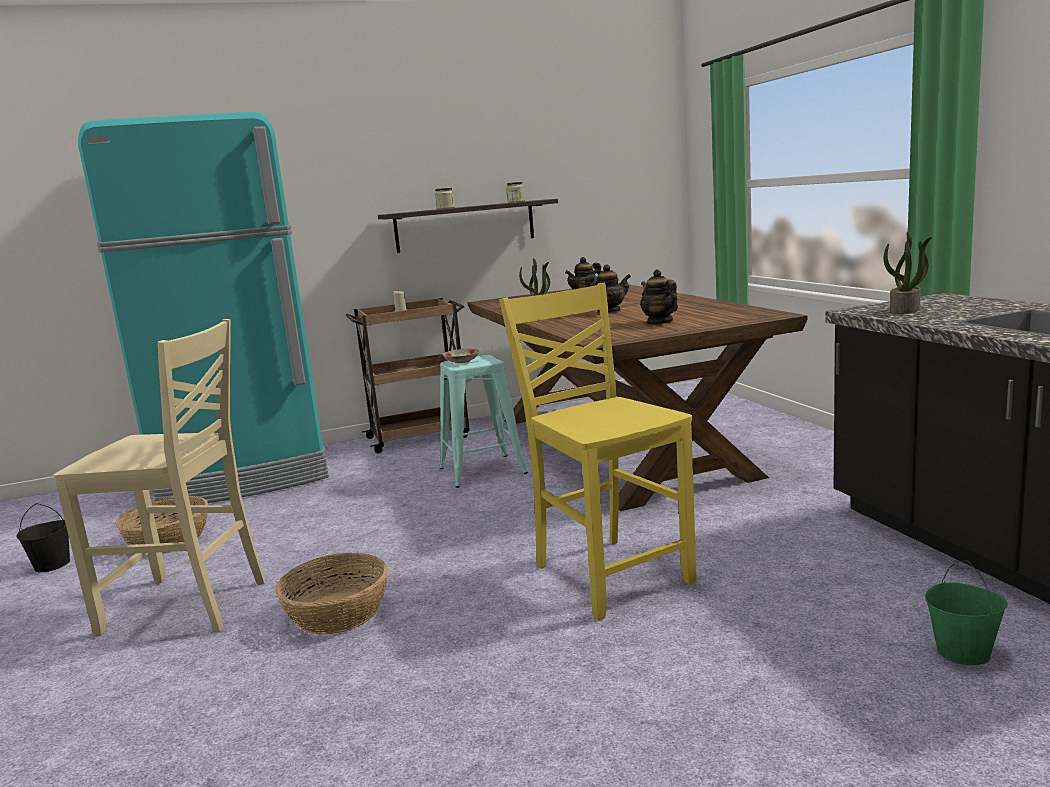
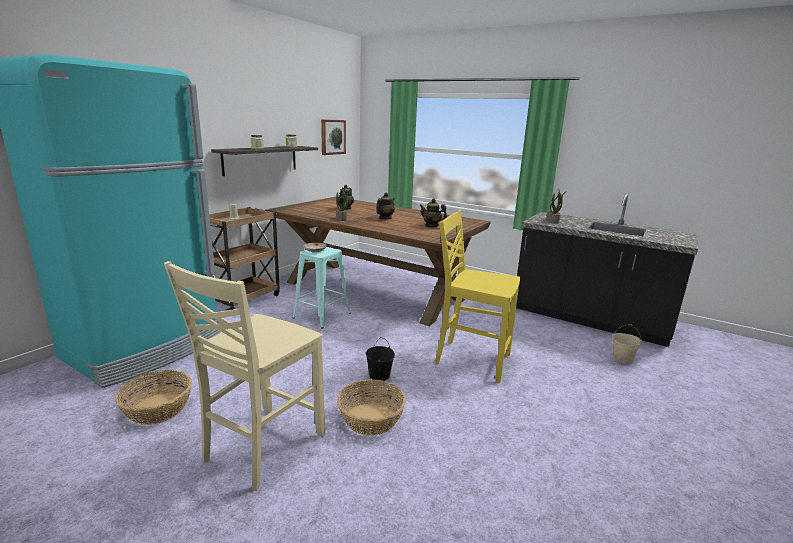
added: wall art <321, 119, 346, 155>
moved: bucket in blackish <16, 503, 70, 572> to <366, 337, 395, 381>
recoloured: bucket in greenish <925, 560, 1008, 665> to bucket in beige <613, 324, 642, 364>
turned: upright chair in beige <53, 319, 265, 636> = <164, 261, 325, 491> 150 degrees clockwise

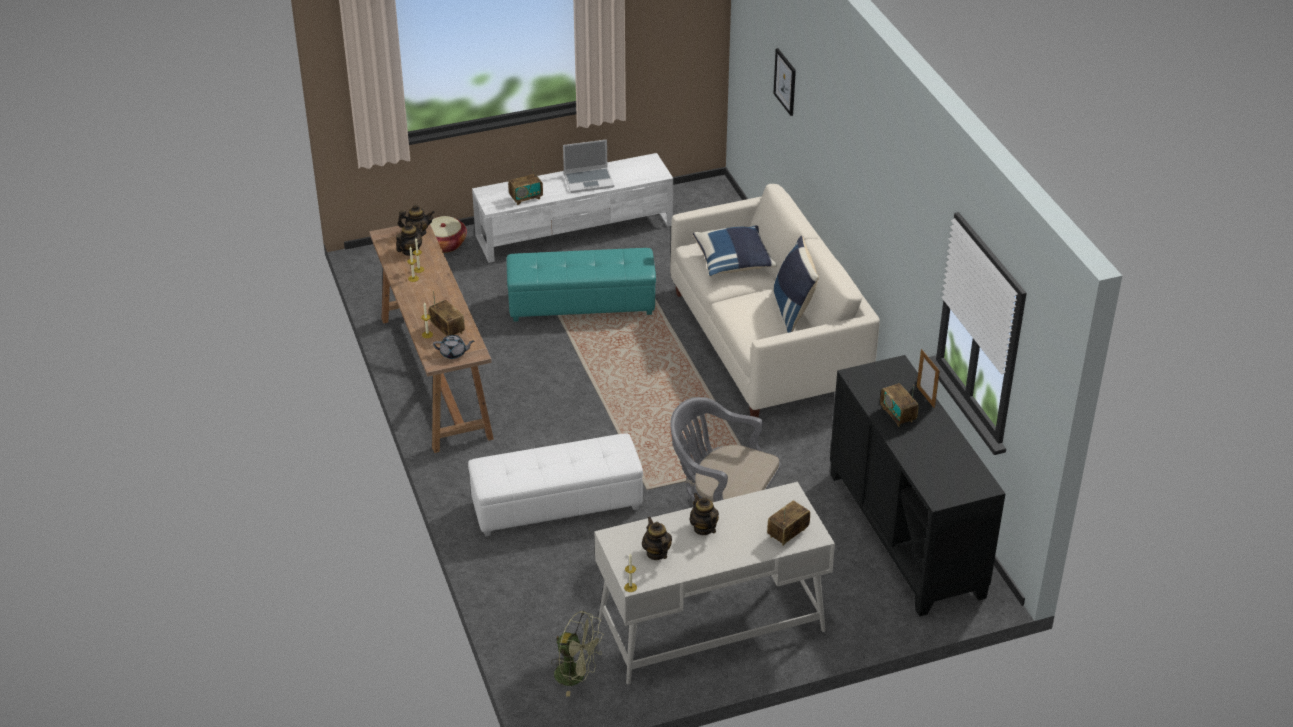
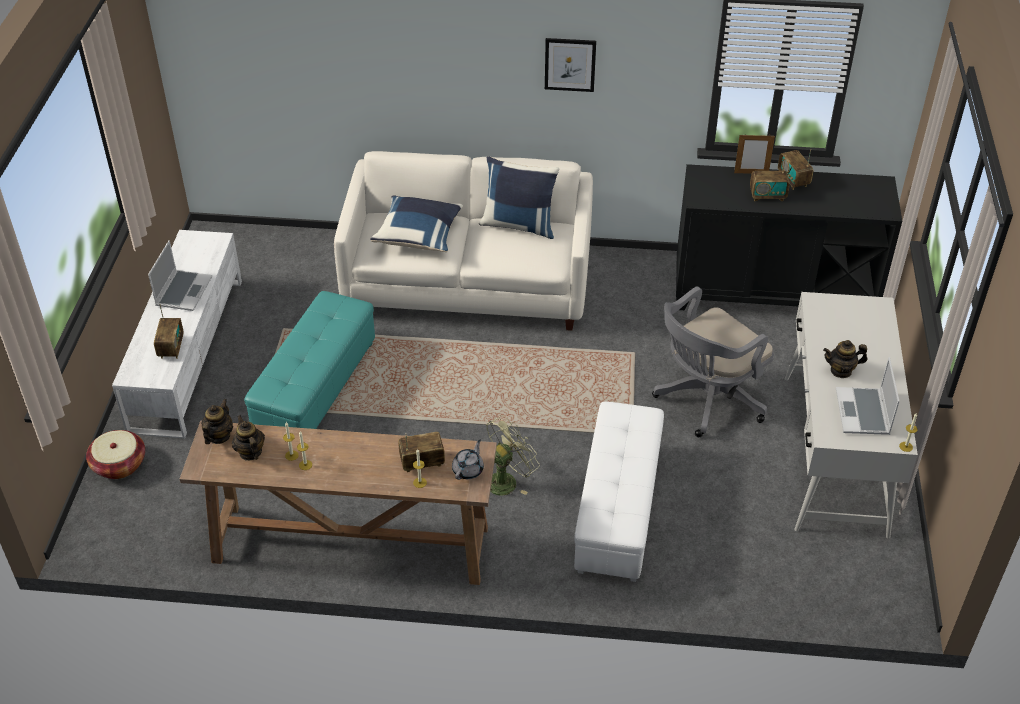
moved: electric fan in greenish <551, 611, 604, 697> to <486, 415, 540, 495>; radio receiver <767, 500, 810, 546> to <778, 149, 813, 190>; wall art <773, 48, 796, 116> to <545, 38, 596, 92>
replaced: pot for tea <642, 517, 672, 560> to portable computer <836, 357, 900, 435>

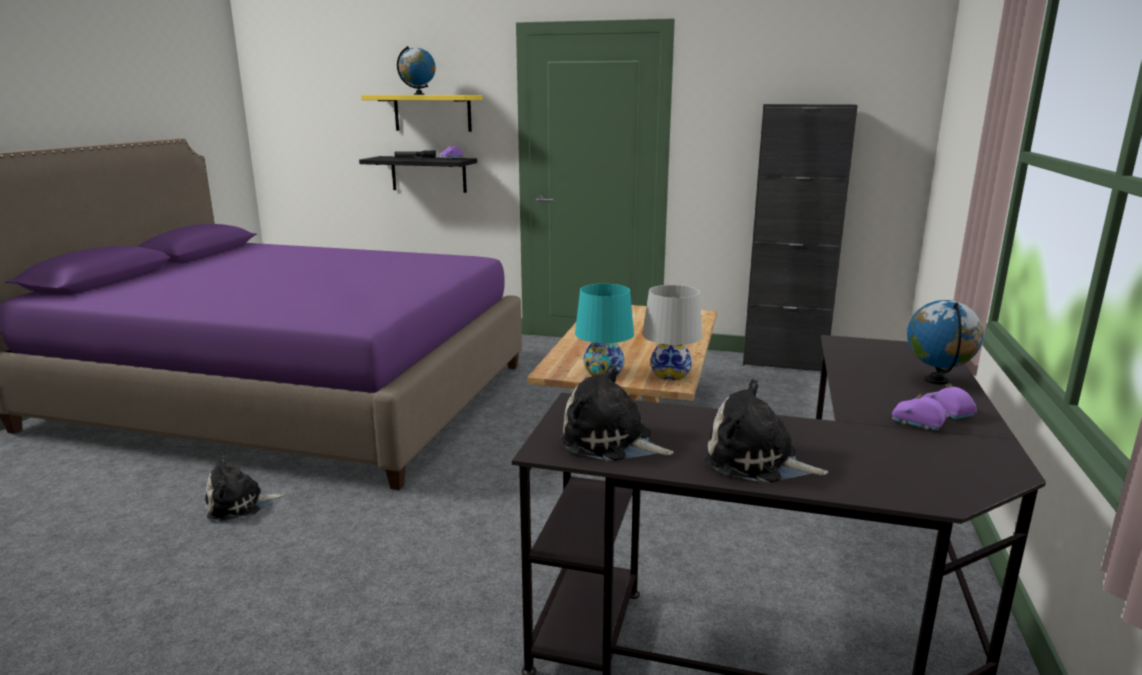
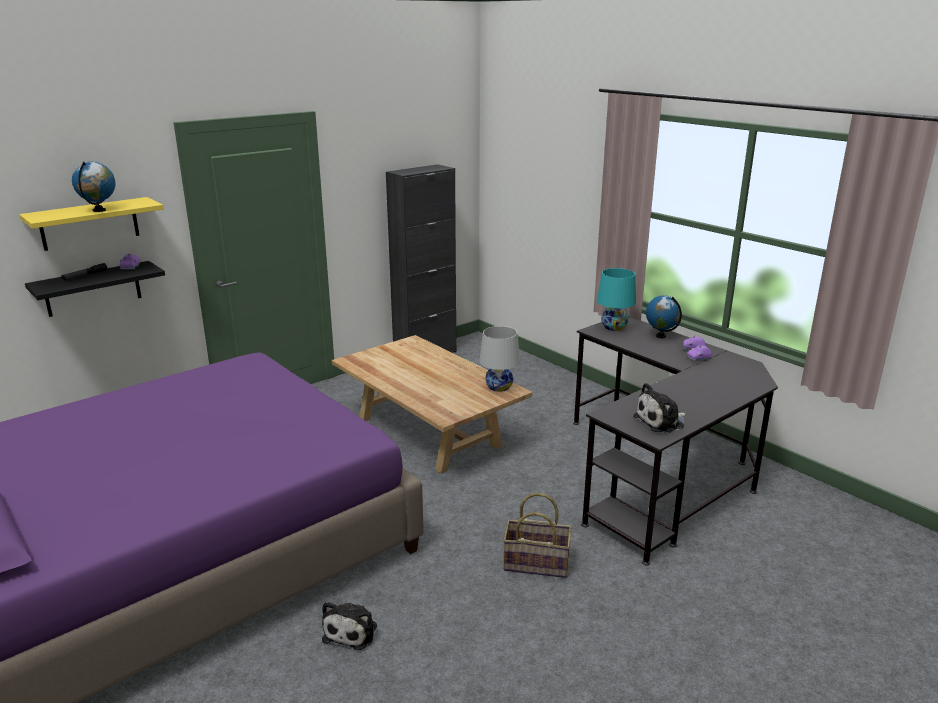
removed: soft toy <705, 379, 828, 483>
added: storage basket <503, 492, 572, 578>
moved: table lamp in turquoise-coloured <575, 284, 634, 376> to <597, 268, 636, 331>

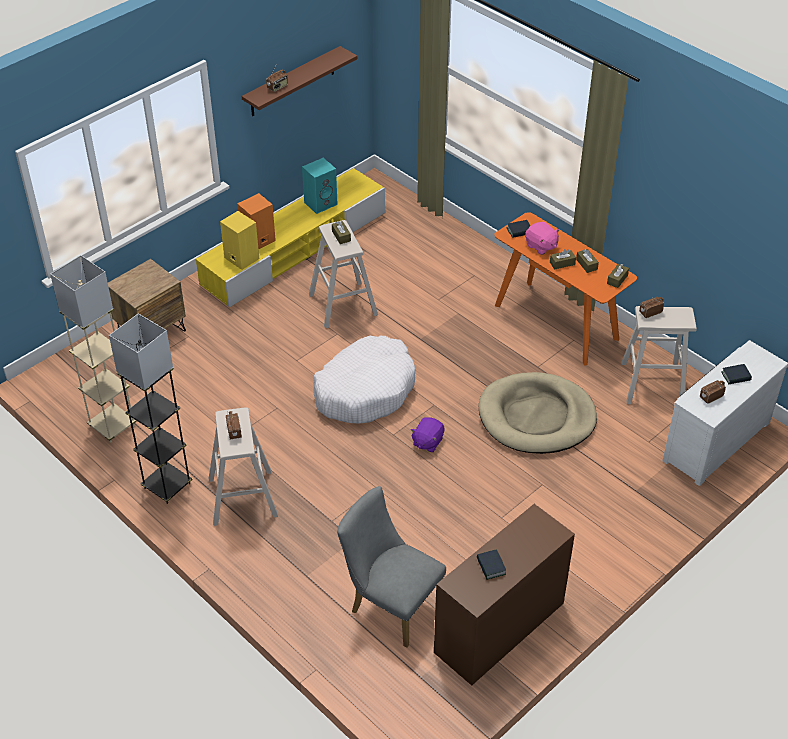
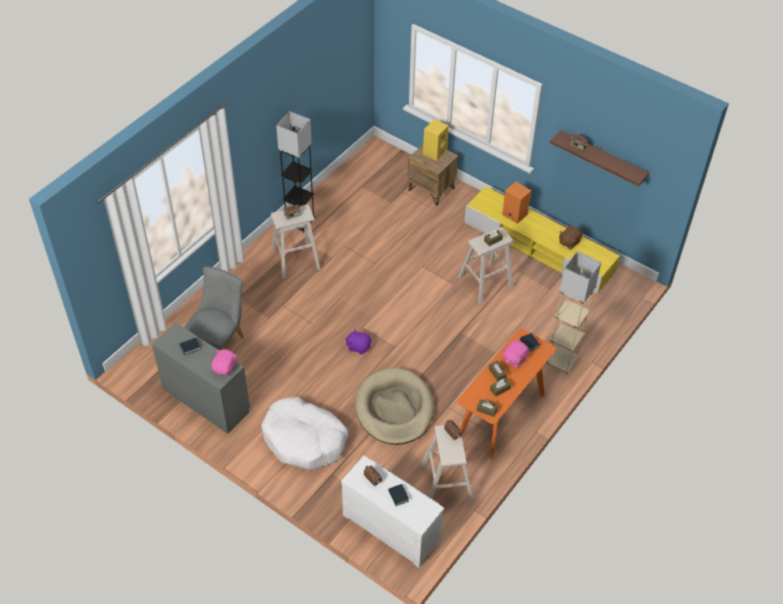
added: soft toy in pinkish <212, 349, 237, 376>
moved: standard lamp in beige <50, 255, 137, 443> to <546, 251, 601, 374>; loudspeaker in yellowish <220, 211, 259, 270> to <423, 119, 449, 161>; dog bed in white <313, 336, 416, 423> to <261, 397, 348, 470>
replaced: loudspeaker in turquoise-coloured <302, 158, 338, 214> to soft toy in brown <559, 226, 583, 250>
recoloured: desk in brown <434, 504, 575, 686> to desk in grey <152, 323, 250, 434>

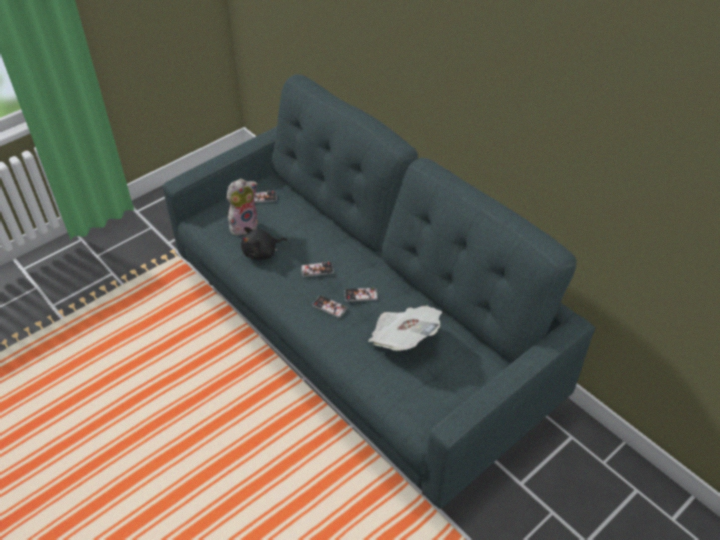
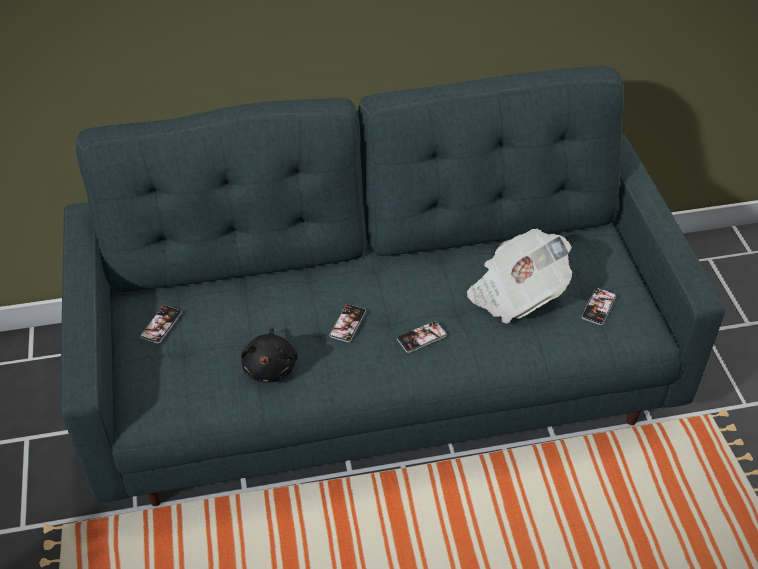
removed: soft toy <227, 179, 258, 235>
moved: handset <345, 287, 378, 301> to <581, 288, 616, 325>

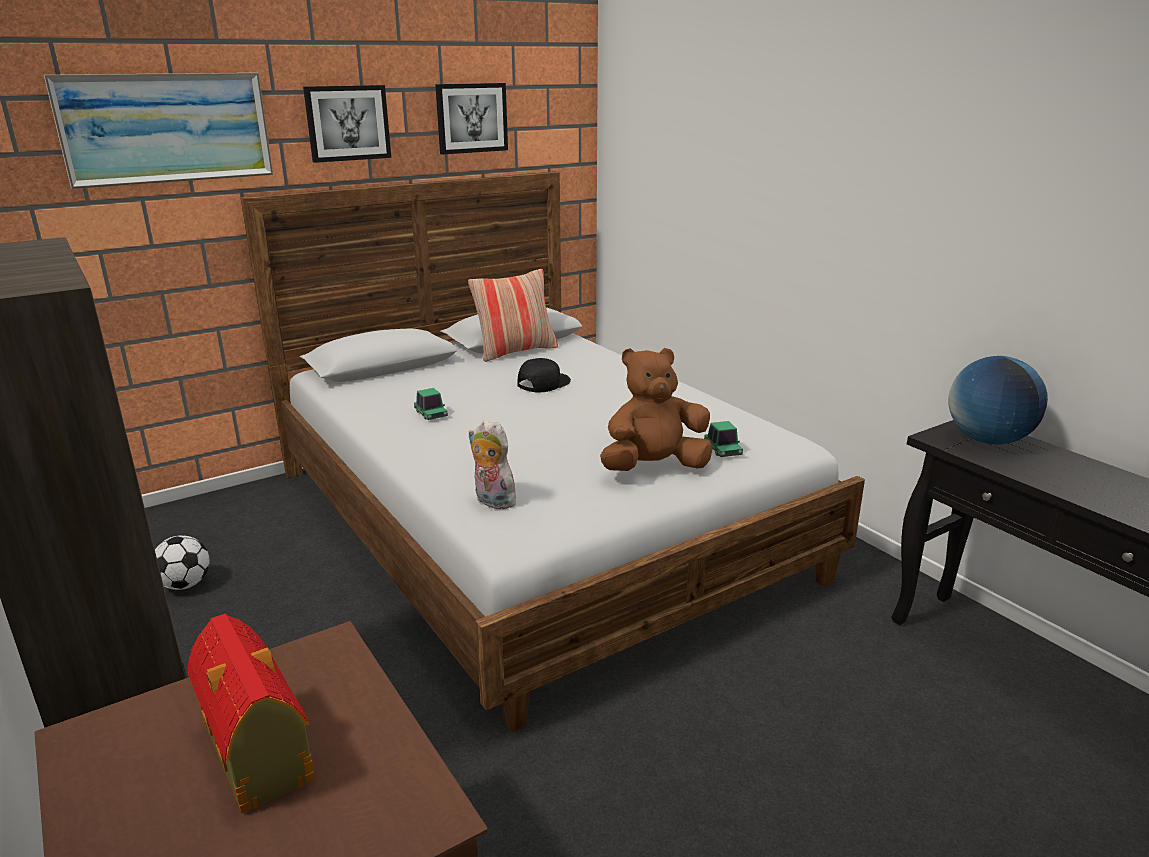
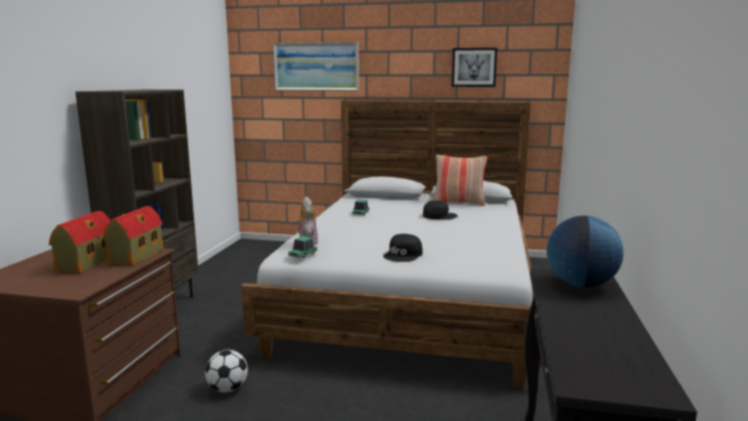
removed: wall art <303, 85, 391, 163>
added: miniature house <103, 206, 163, 266>
moved: football ball <155, 535, 210, 590> to <205, 350, 248, 393>; toy car <704, 421, 743, 457> to <288, 236, 317, 258>
replaced: soft toy in brown <600, 348, 713, 471> to cap in blackish <383, 234, 423, 262>

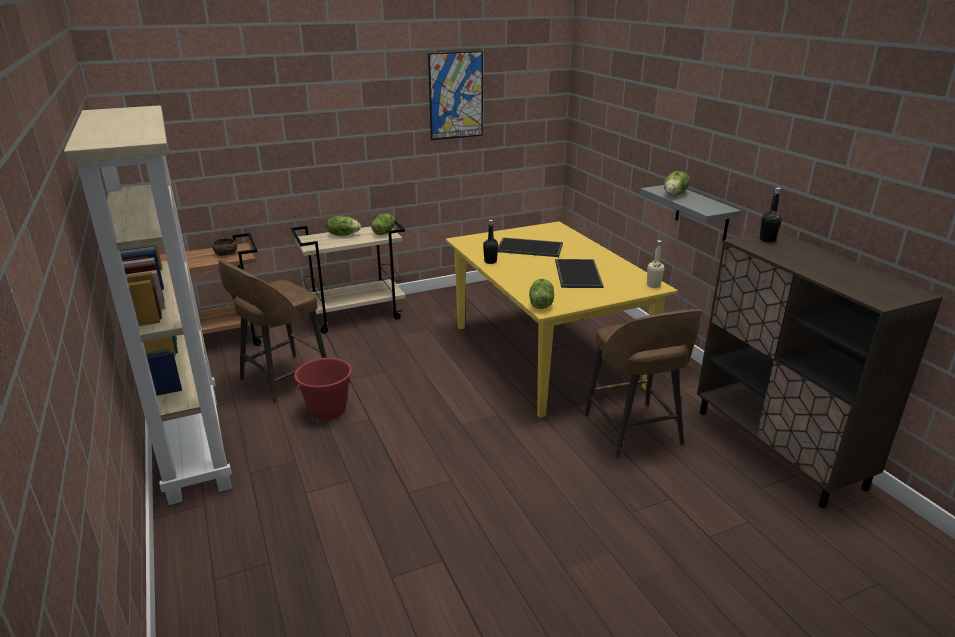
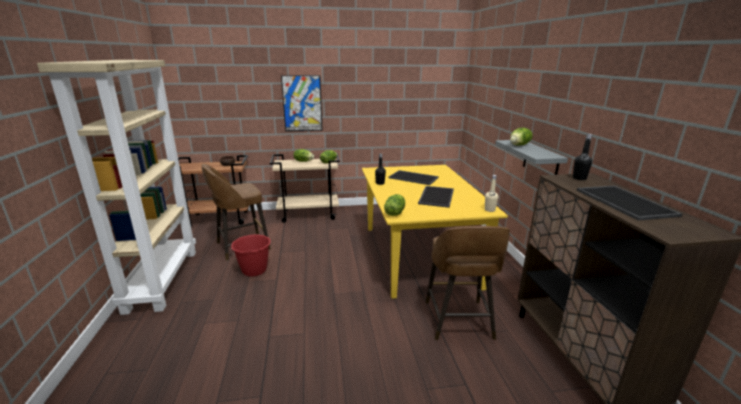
added: tray <577, 186, 683, 221>
moved: wall art <428, 51, 483, 140> to <281, 75, 323, 132>

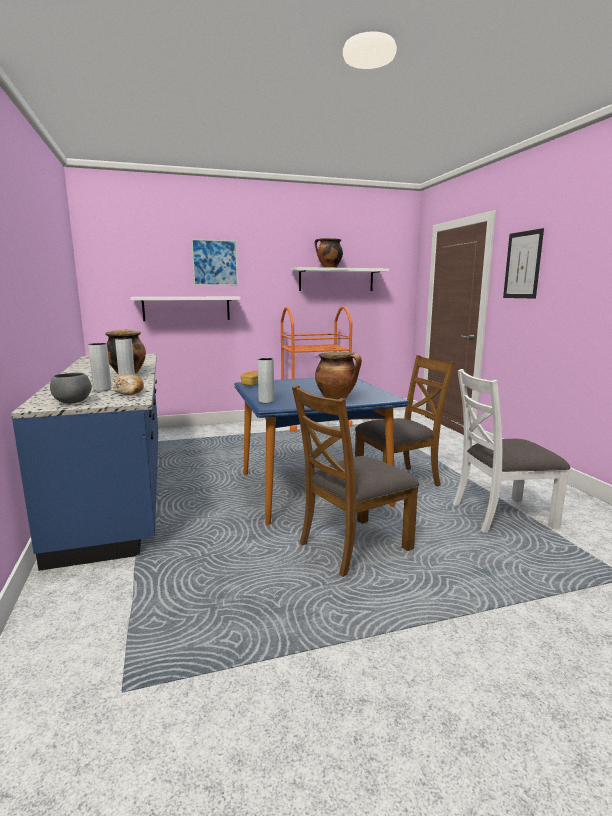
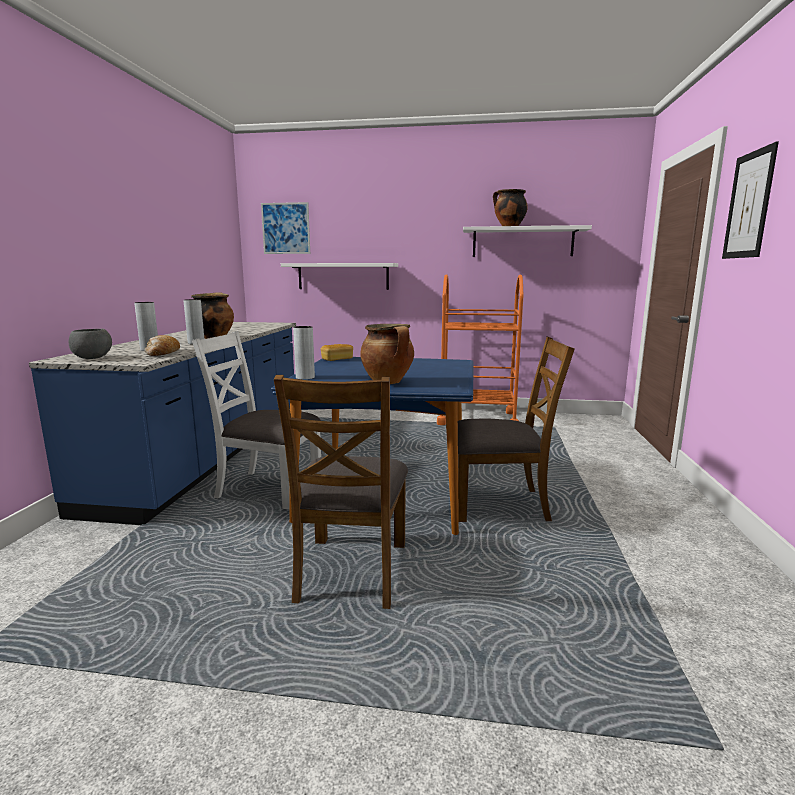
moved: wall art <191, 239, 238, 286> to <261, 202, 310, 254>; upright chair in white <453, 369, 570, 532> to <192, 331, 321, 510>
turned: upright chair in brown <292, 385, 419, 577> = <274, 375, 408, 609> 75 degrees counterclockwise

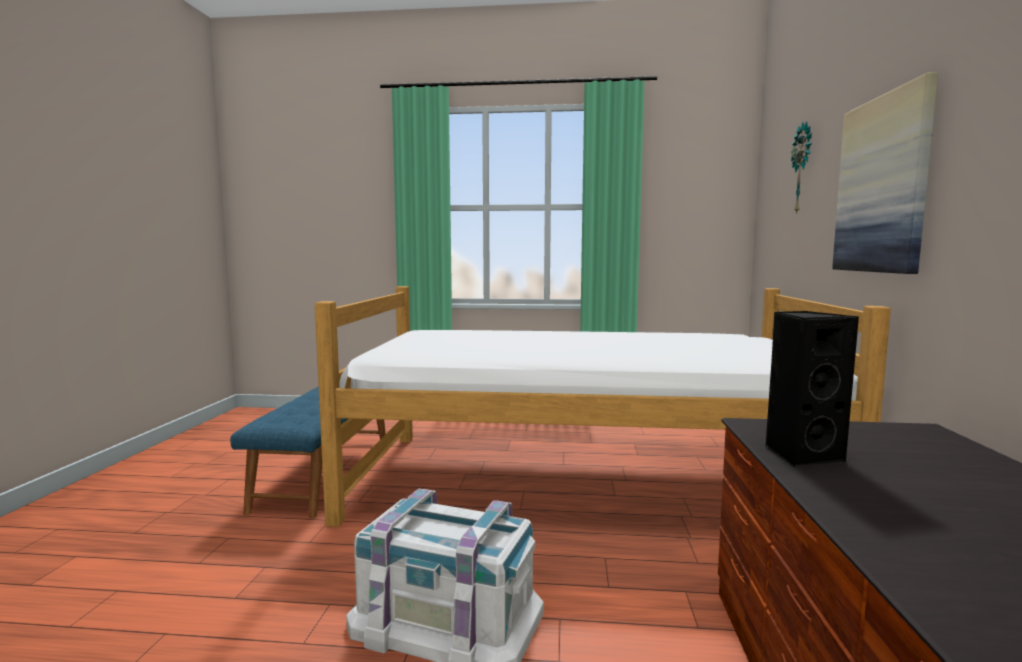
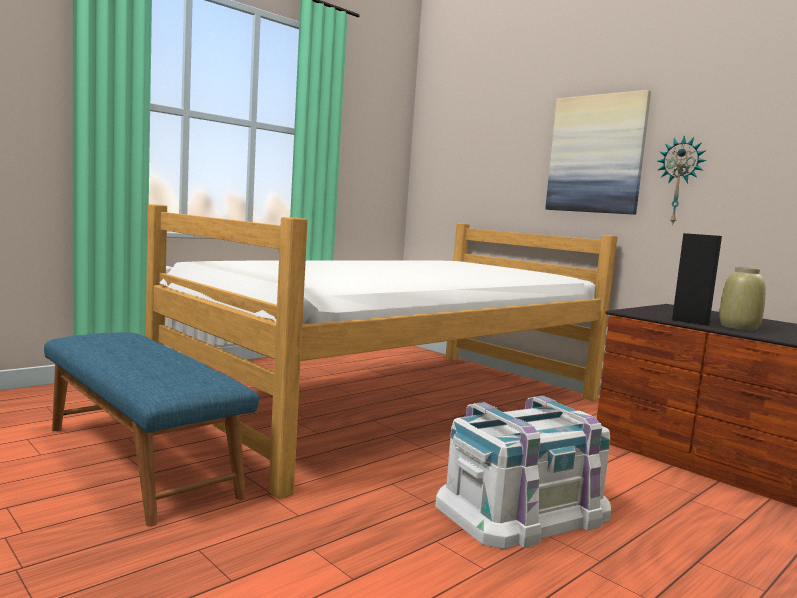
added: vase in beige <719, 267, 766, 331>
moved: clock on the wall <791, 122, 812, 215> to <658, 135, 707, 226>

